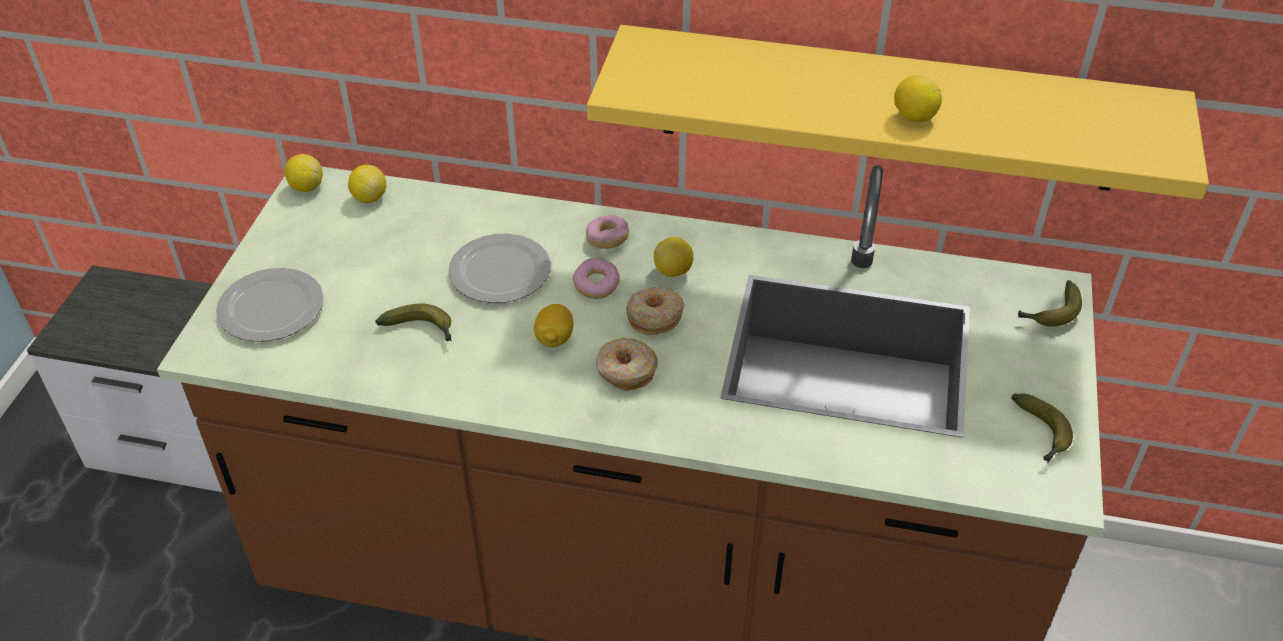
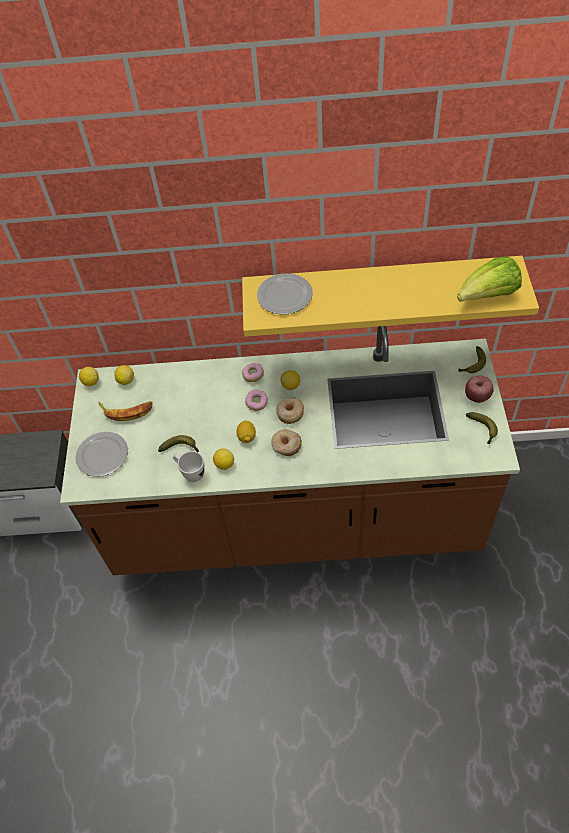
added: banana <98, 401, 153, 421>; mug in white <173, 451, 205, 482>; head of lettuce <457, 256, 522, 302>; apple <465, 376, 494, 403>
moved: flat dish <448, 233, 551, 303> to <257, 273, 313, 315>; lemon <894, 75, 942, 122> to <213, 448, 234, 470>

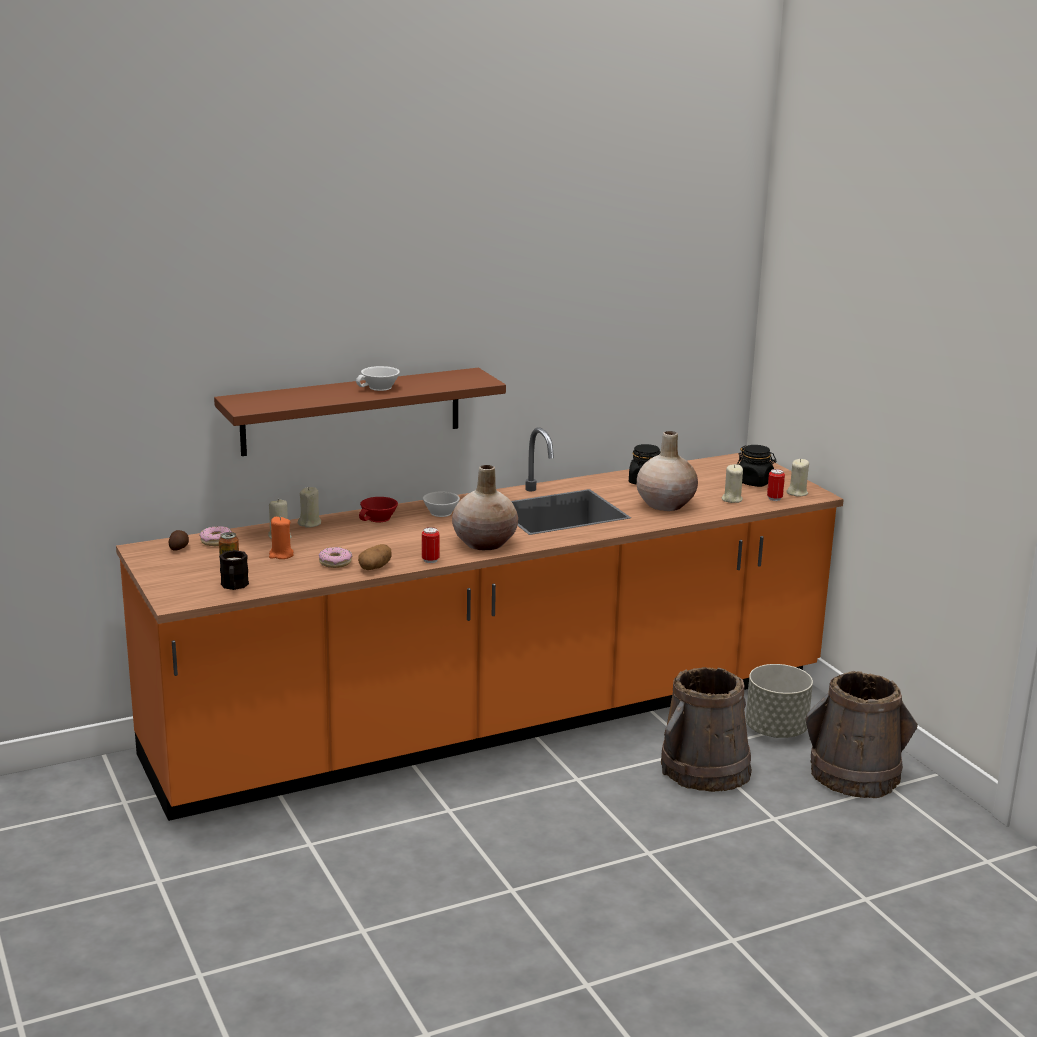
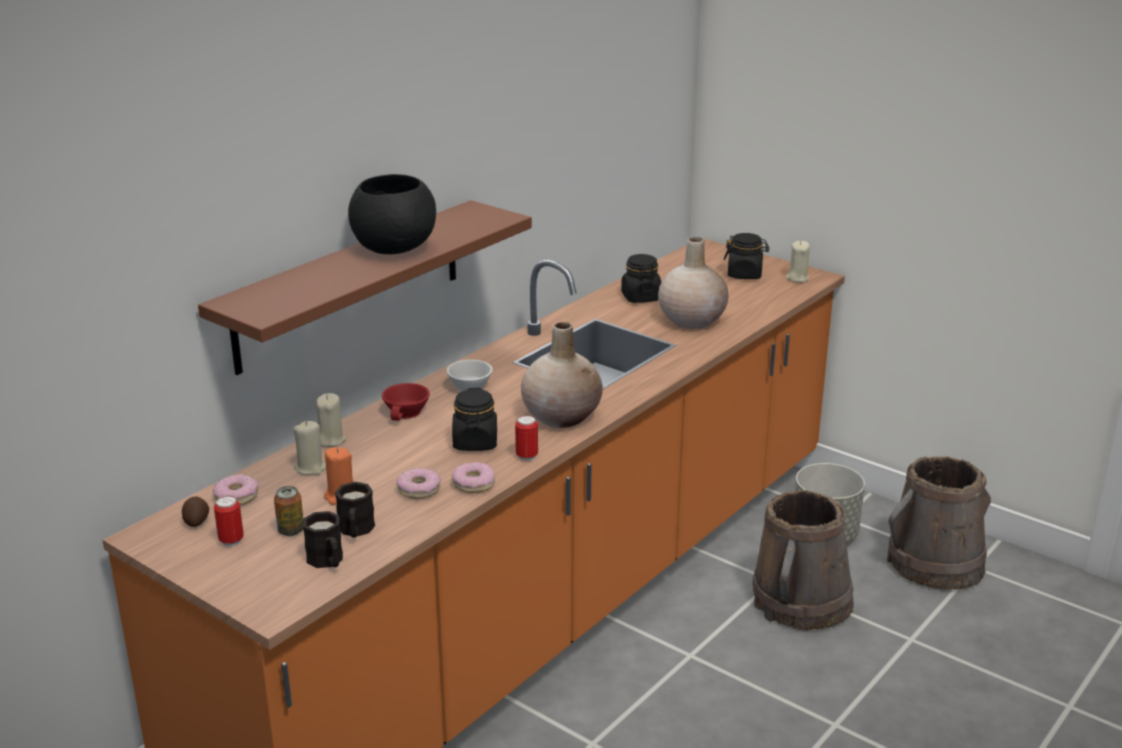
removed: wax candle in beige <722, 464, 743, 503>
added: mug in blackish <335, 482, 375, 538>; jar in blackish <452, 388, 497, 451>
moved: metal can <767, 469, 785, 501> to <214, 496, 244, 546>
replaced: small cup in white <356, 366, 400, 391> to deep dish in blackish <348, 174, 436, 254>; whole potato <358, 544, 392, 570> to doughnut <452, 462, 495, 493>

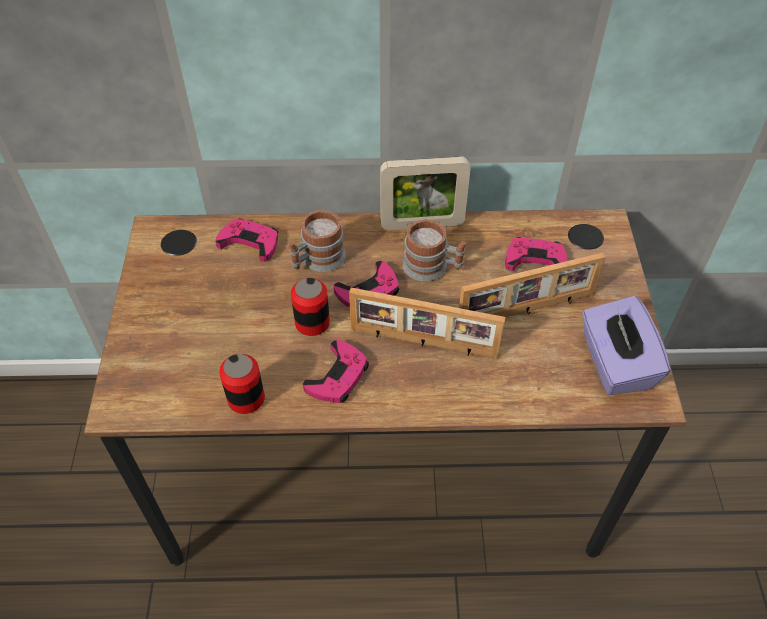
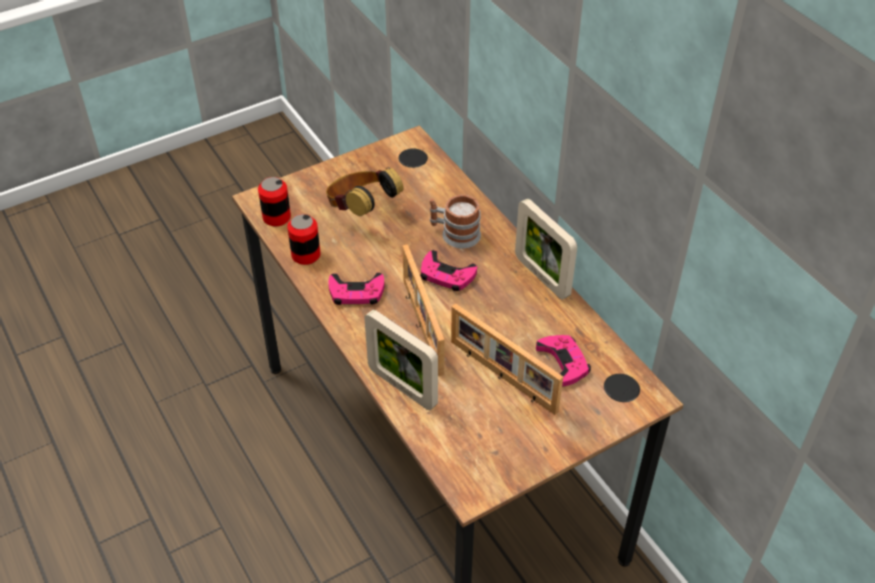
removed: game controller in pinkish <215, 218, 278, 262>; mug <403, 219, 466, 281>; box of tissues in purple <582, 296, 670, 395>
added: pair of headphones <326, 167, 404, 216>; standing frame <364, 310, 438, 410>
moved: metal can <291, 278, 330, 336> to <258, 177, 291, 227>

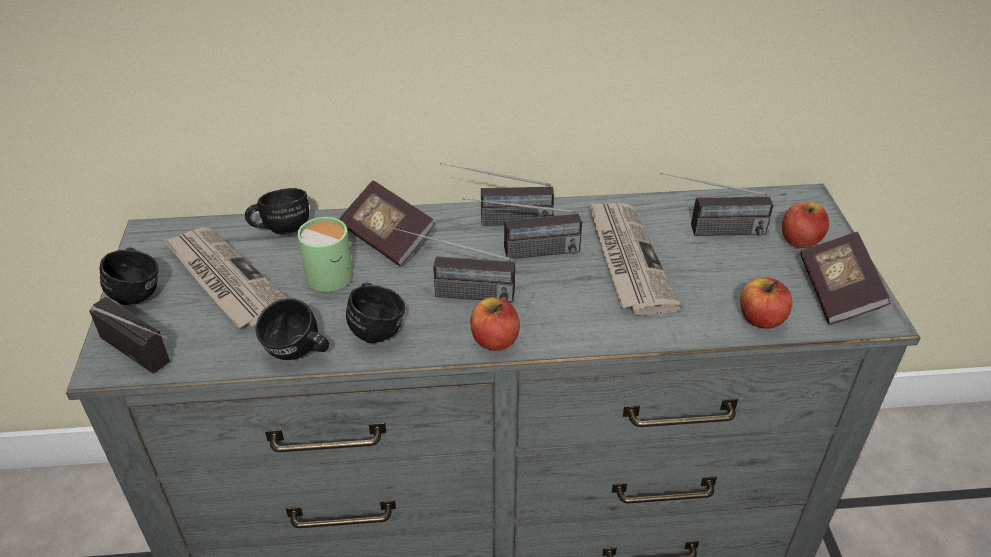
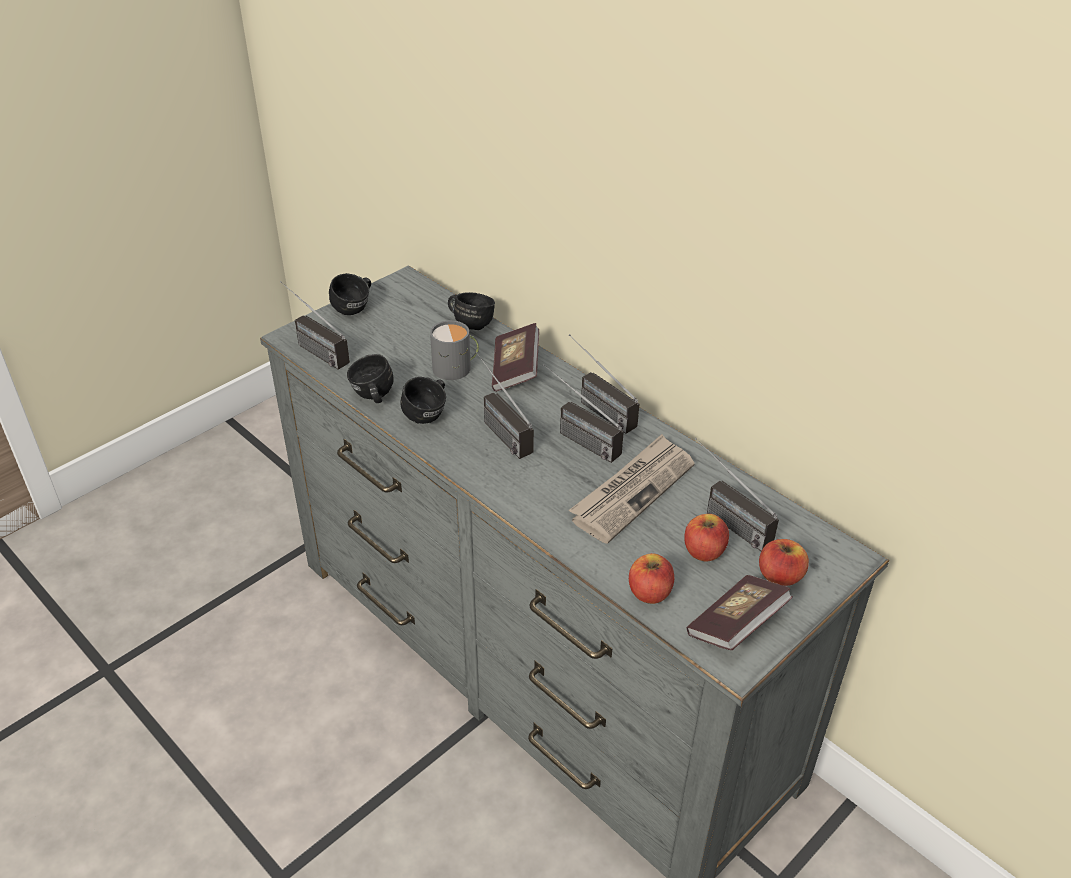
removed: newspaper <163, 227, 289, 330>
moved: apple <471, 297, 520, 351> to <684, 514, 729, 561>
recoloured: mug in greenish <297, 217, 353, 292> to mug in grey <430, 320, 479, 380>
turned: radio receiver <89, 297, 170, 373> = <280, 281, 350, 370> 135 degrees clockwise

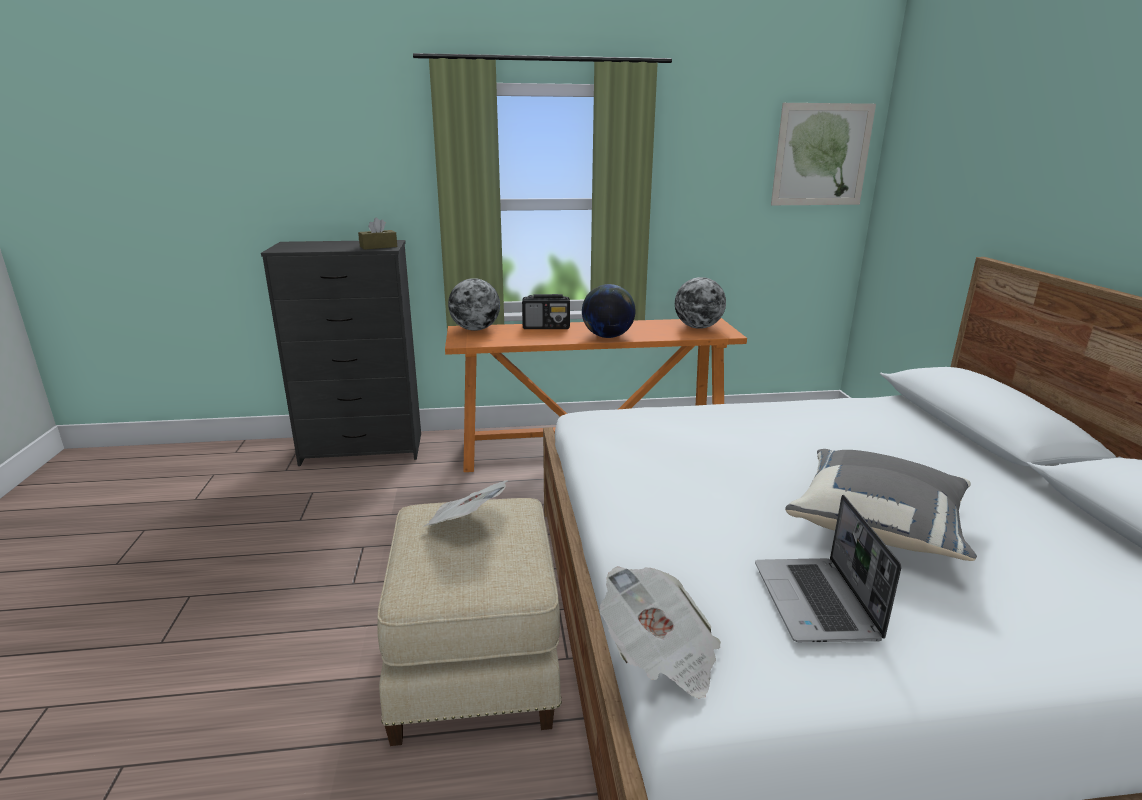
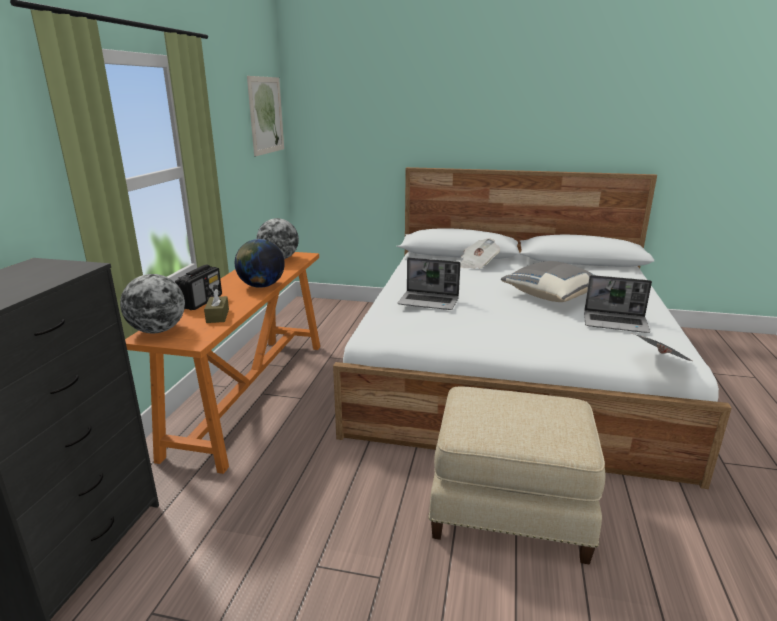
added: portable computer <398, 258, 461, 310>
moved: box of tissues in brown <358, 218, 397, 250> to <204, 289, 229, 323>; newspaper <423, 480, 508, 527> to <460, 239, 500, 269>

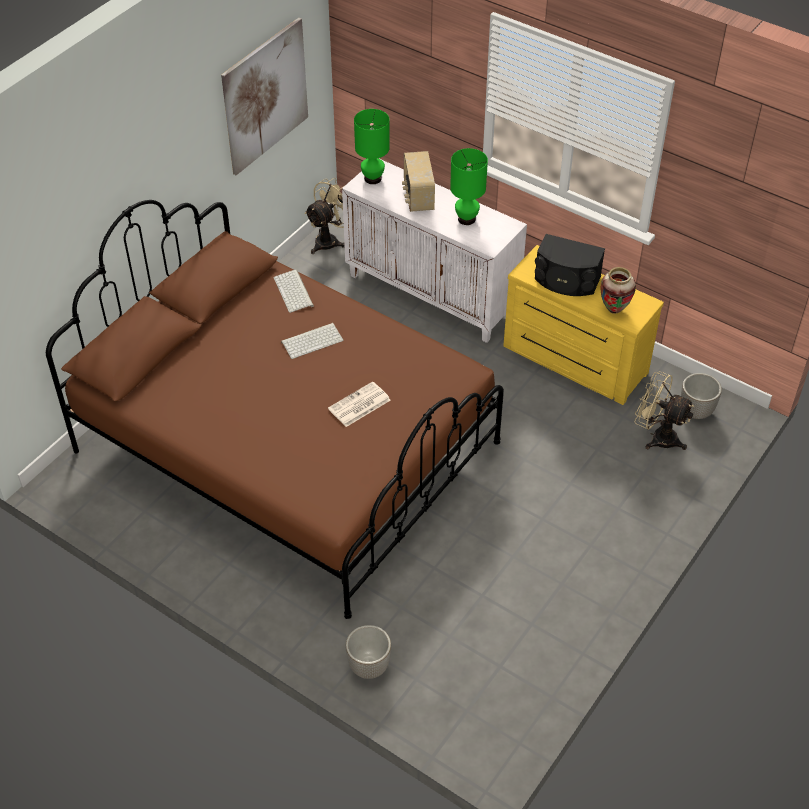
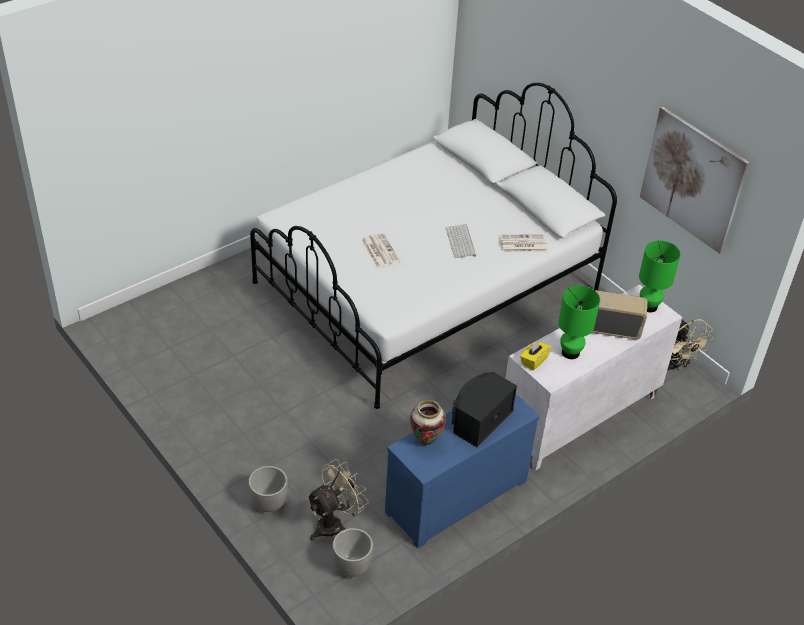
added: box of tissues in yellowish <520, 340, 552, 370>
moved: planter <346, 625, 391, 679> to <248, 466, 288, 512>
replaced: keyboard <273, 270, 314, 313> to newspaper <500, 234, 548, 252>
recoloured: bed in brown <46, 200, 504, 619> to bed in white <250, 83, 617, 409>; chest of drawers in yellowish <503, 245, 664, 405> to chest of drawers in bluish <385, 394, 540, 549>

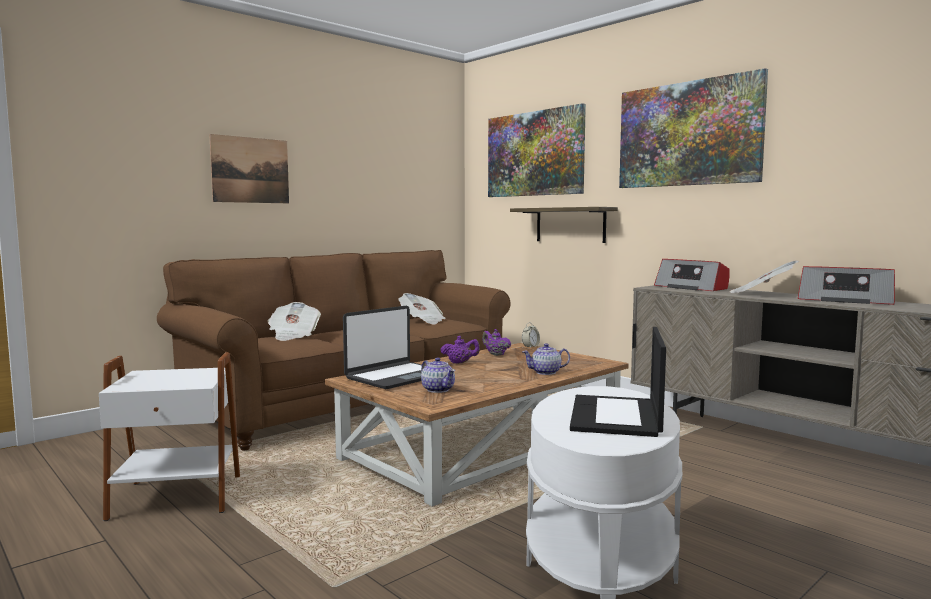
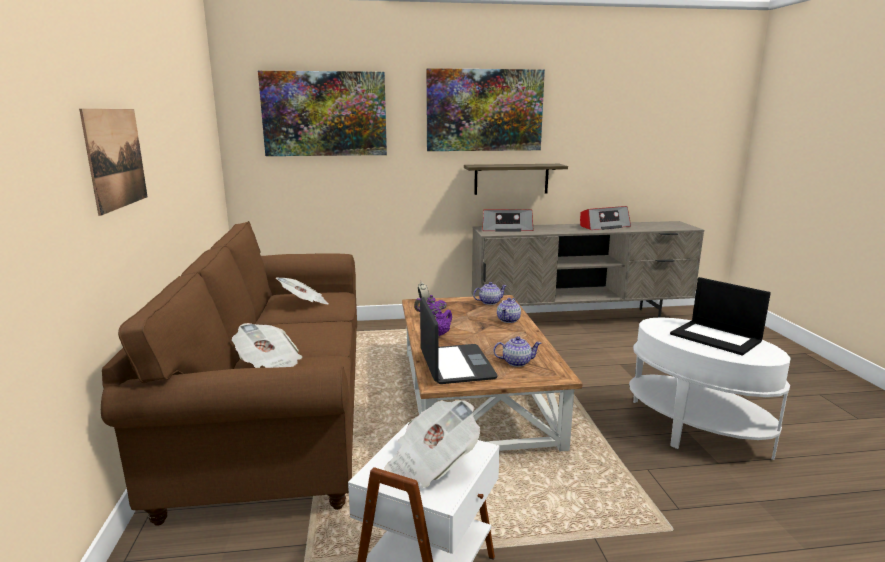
added: pot for tea <473, 282, 507, 305>
moved: shelf <510, 207, 618, 243> to <464, 164, 568, 195>; newspaper <730, 260, 799, 293> to <384, 400, 480, 488>

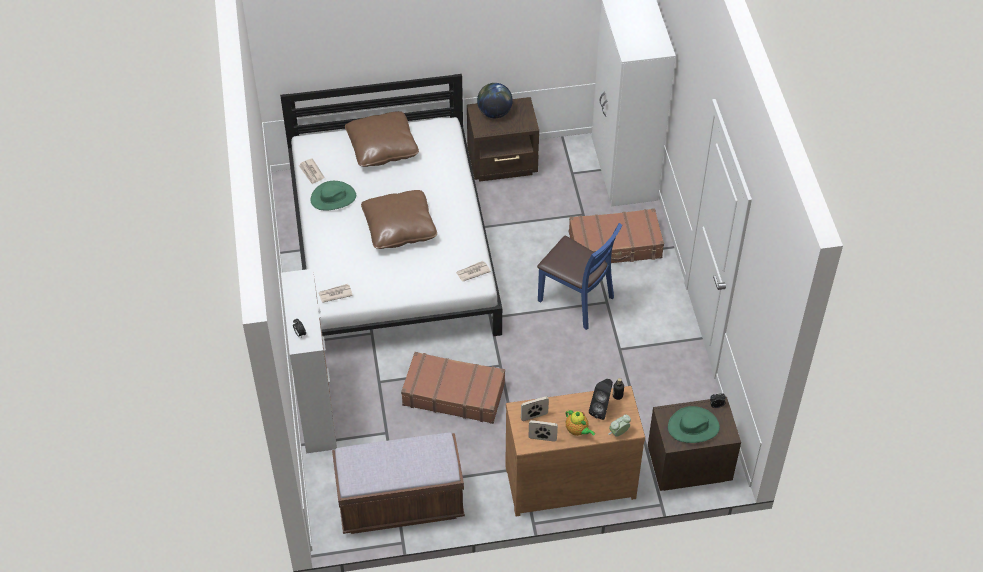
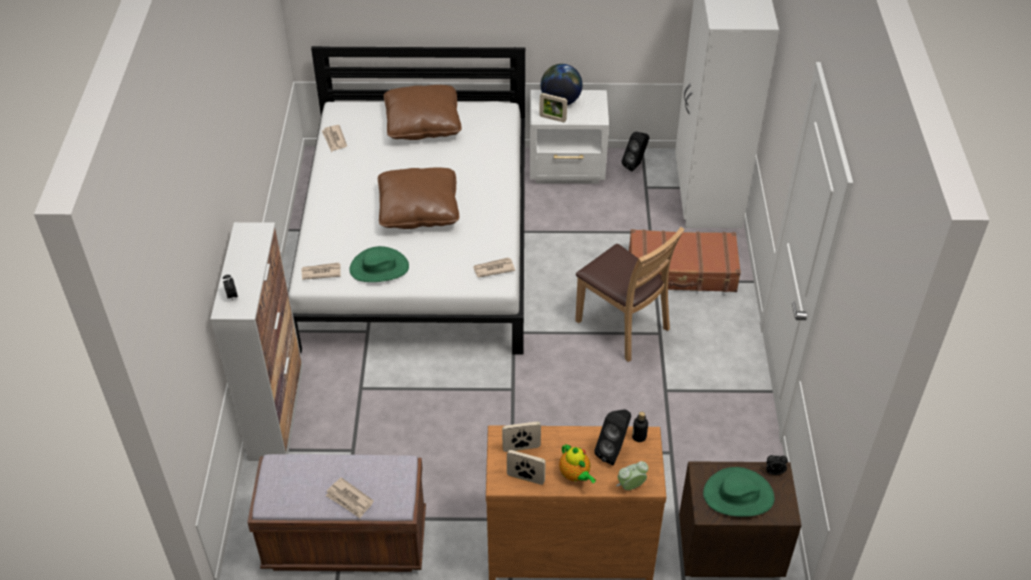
removed: piece of luggage in brown <401, 352, 505, 424>
added: newspaper <325, 477, 374, 518>; standing frame <539, 93, 567, 122>; loudspeaker in blackish <622, 132, 649, 171>
moved: clothing hat in greenish <310, 181, 356, 210> to <349, 246, 409, 282>
recoloured: night table in brown <467, 97, 539, 182> to night table in white <530, 90, 609, 184>; upright chair in bluish <537, 223, 622, 330> to upright chair in brown <575, 227, 685, 362>

